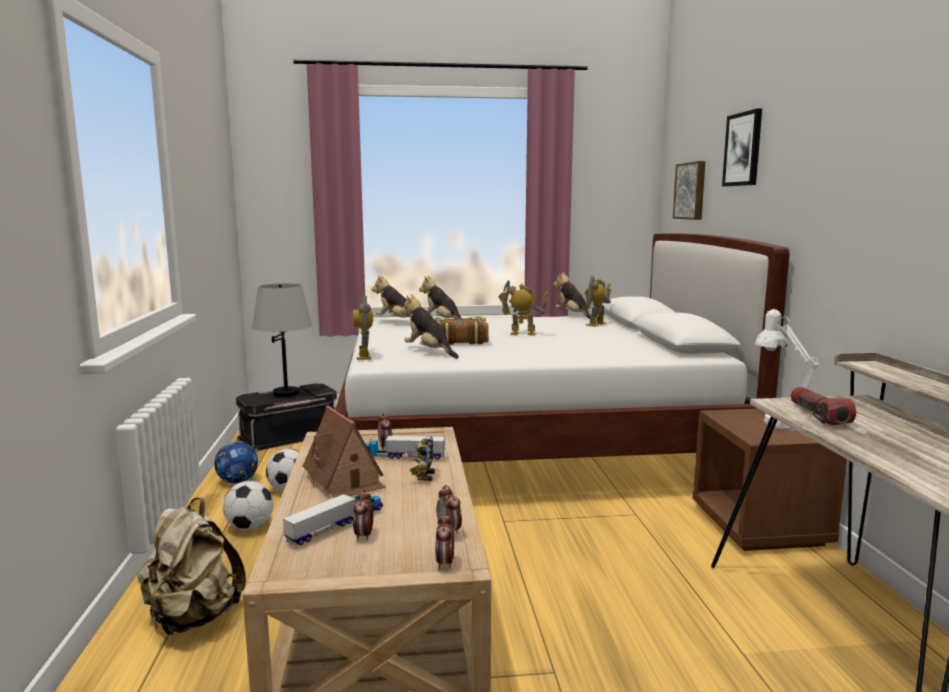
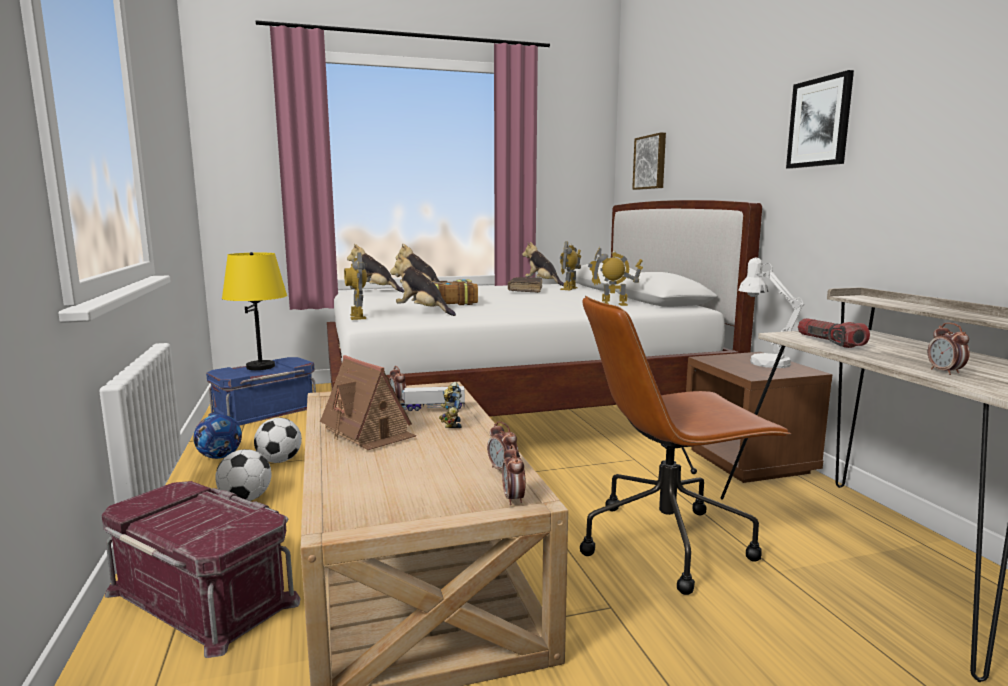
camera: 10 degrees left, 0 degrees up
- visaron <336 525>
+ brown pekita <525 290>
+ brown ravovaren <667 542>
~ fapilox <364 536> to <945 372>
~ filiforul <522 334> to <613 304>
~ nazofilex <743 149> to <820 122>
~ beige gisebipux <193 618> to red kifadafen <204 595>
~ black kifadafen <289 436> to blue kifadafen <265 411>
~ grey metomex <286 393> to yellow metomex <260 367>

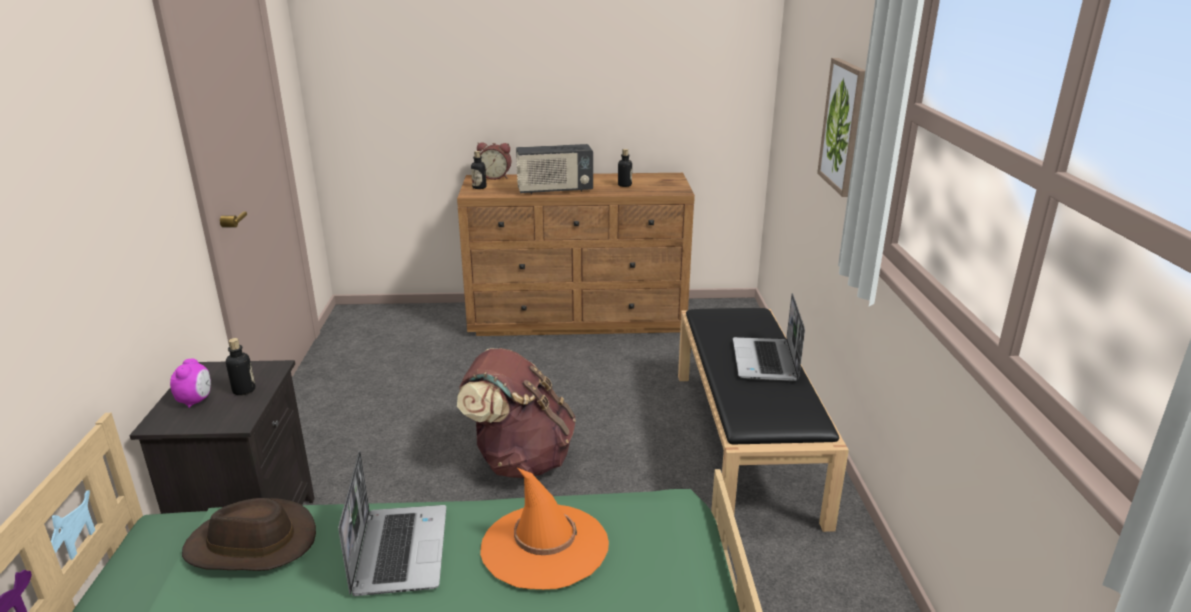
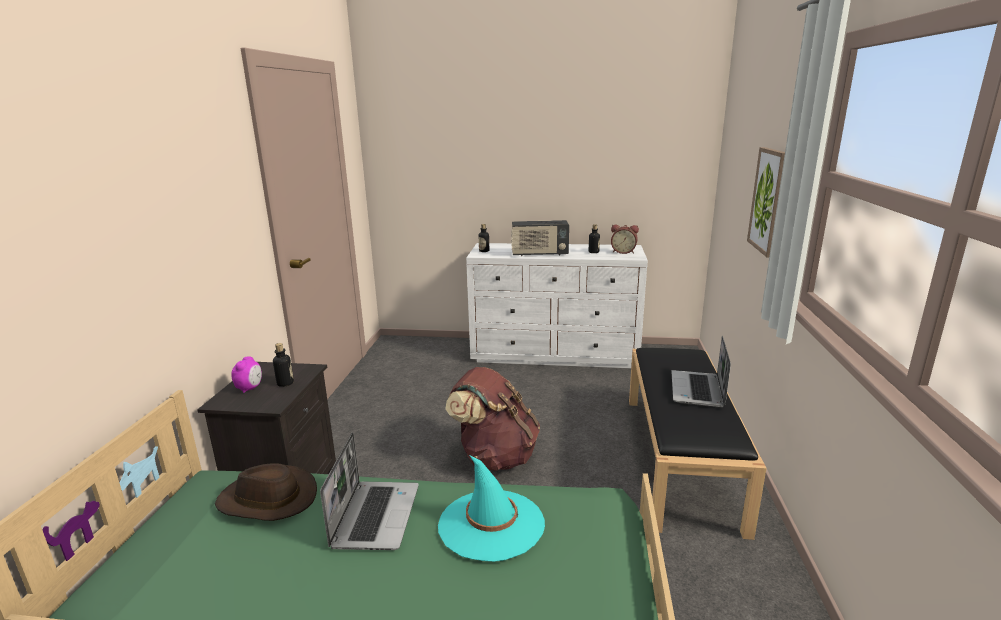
camera: 10 degrees right, 5 degrees down
~ fapilox <495 177> to <623 252>
~ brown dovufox <579 318> to white dovufox <556 353>
~ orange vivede <544 546> to turquoise vivede <491 524>

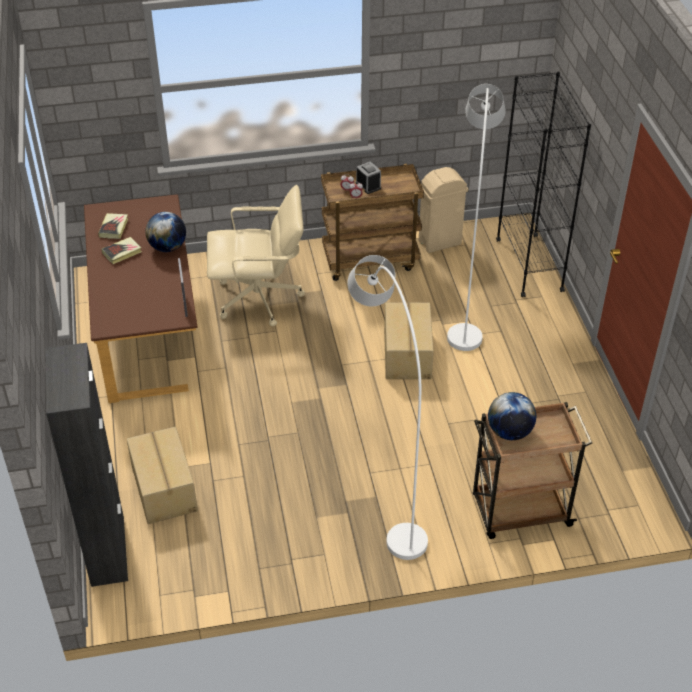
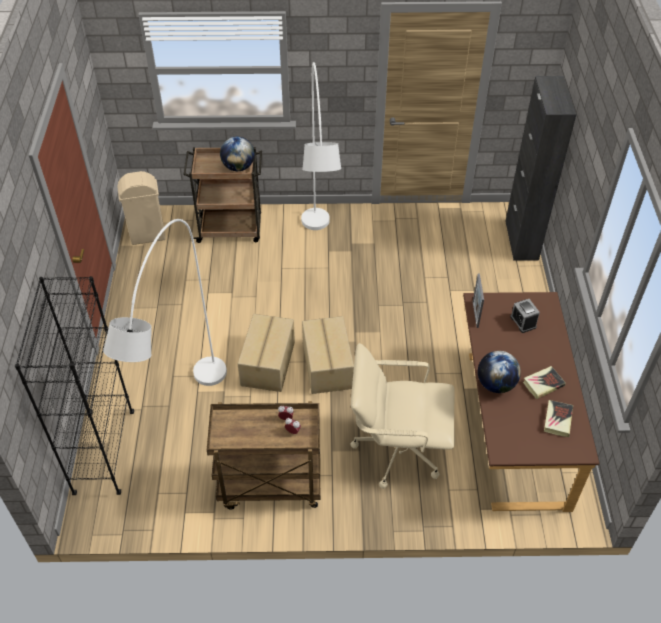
camera: 170 degrees left, 5 degrees up
~ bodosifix <165 488> to <326 366>
~ fapilox <368 185> to <523 322>
~ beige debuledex <440 242> to <147 235>

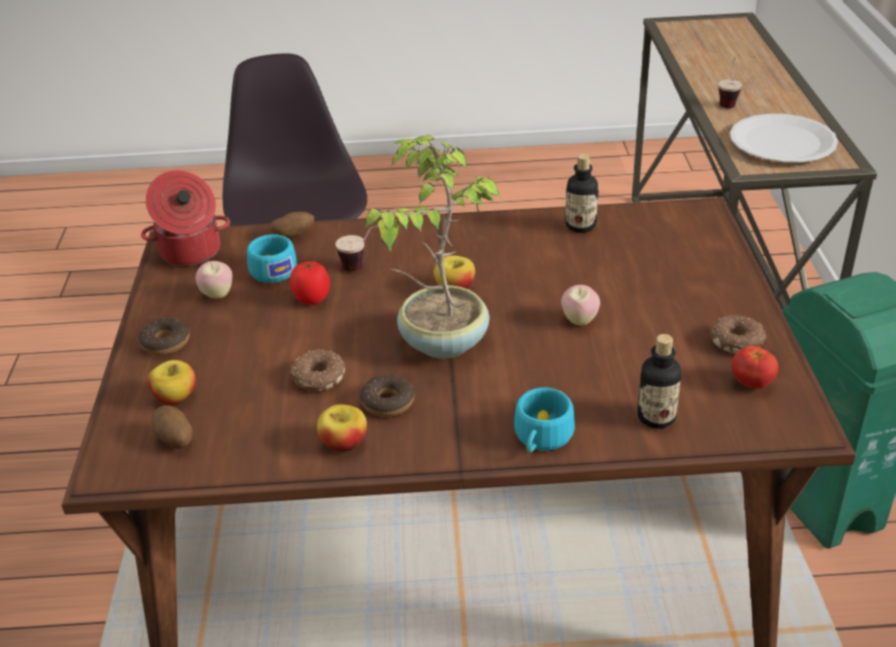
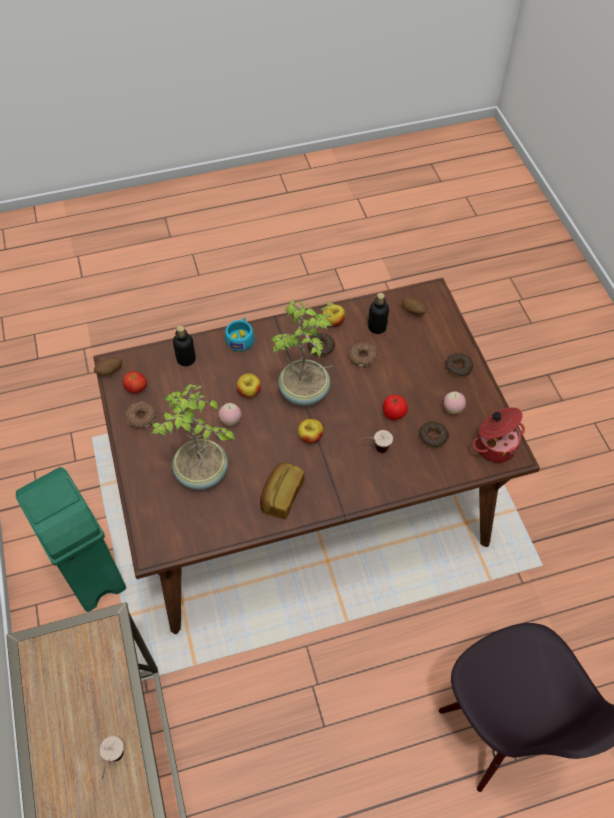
camera: 165 degrees right, 20 degrees up
- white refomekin <782 141>
+ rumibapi <201 474>
+ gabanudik <281 496>
~ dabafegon <175 397> to <249 392>
~ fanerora <294 236> to <109 372>
~ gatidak <580 226> to <377 327>
~ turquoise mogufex <271 269> to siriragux <432 437>

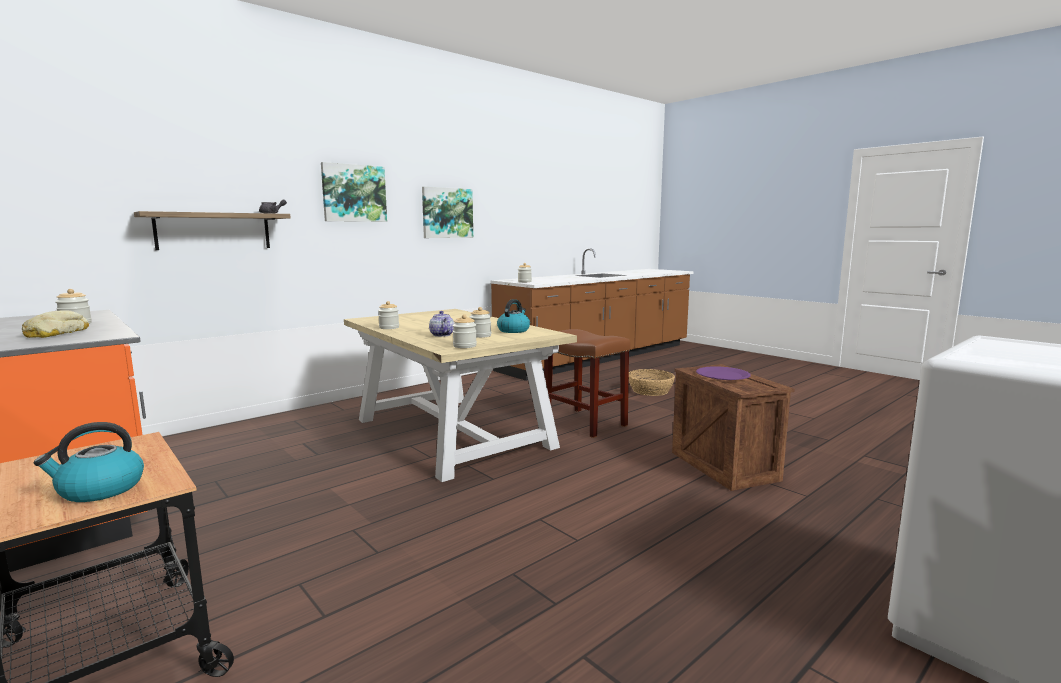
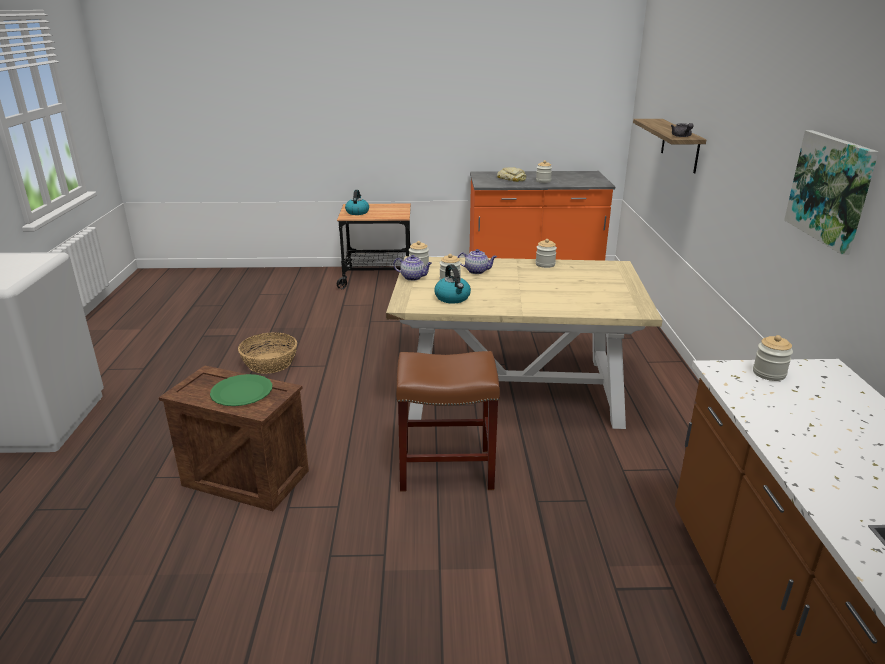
camera: 130 degrees right, 15 degrees up
- nazofilex <354 193>
+ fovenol <413 277>
~ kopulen <650 391> to <270 363>
~ purple refomekin <722 375> to green refomekin <242 392>

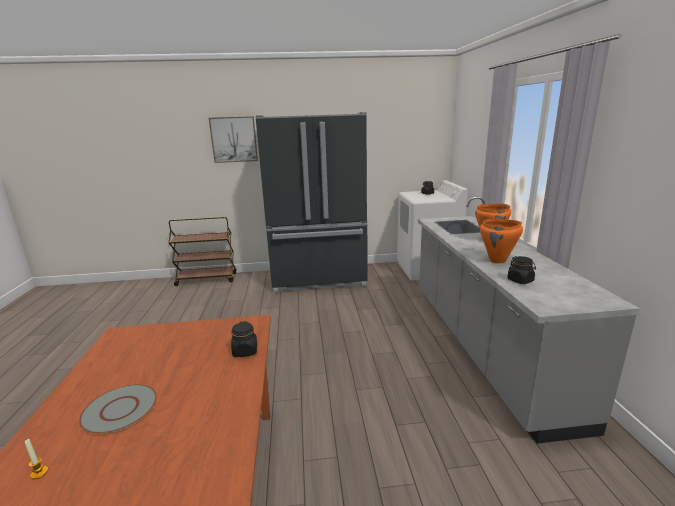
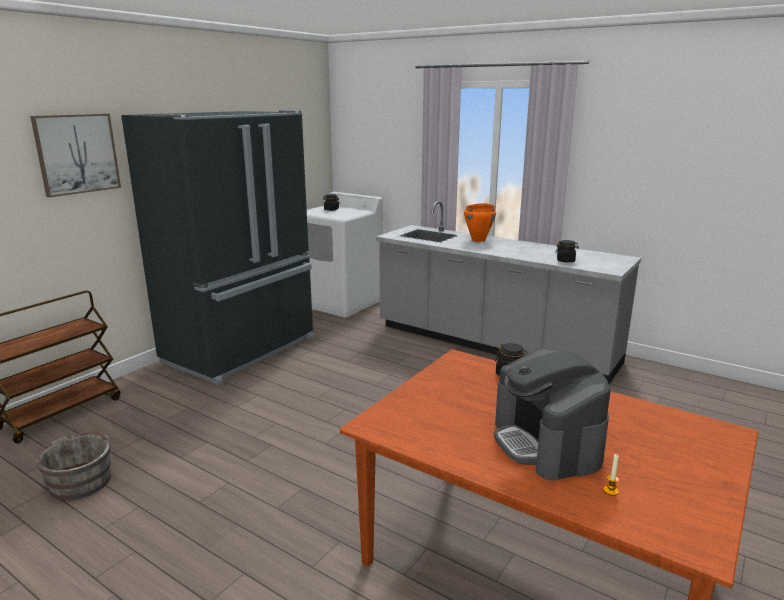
camera: 50 degrees left, 0 degrees up
- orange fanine <497 261>
+ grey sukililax <79 481>
~ grey refomekin <120 410> to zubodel <546 443>

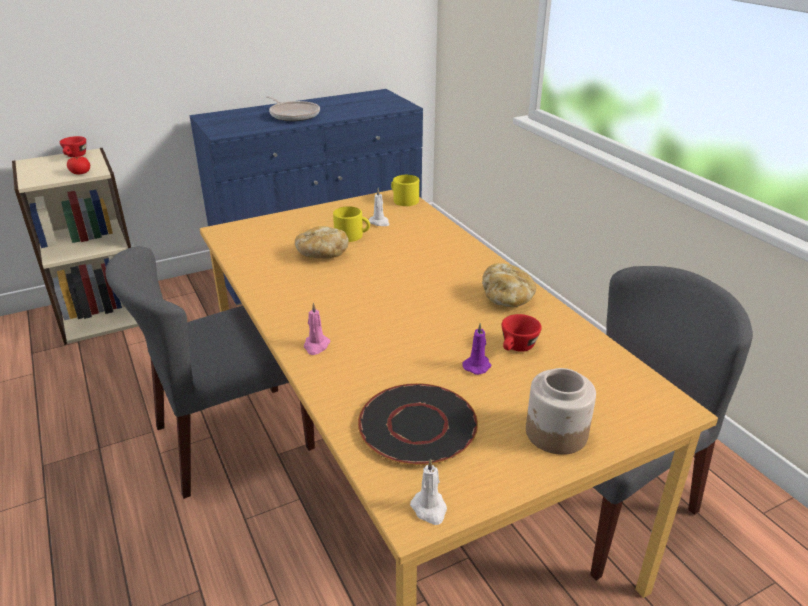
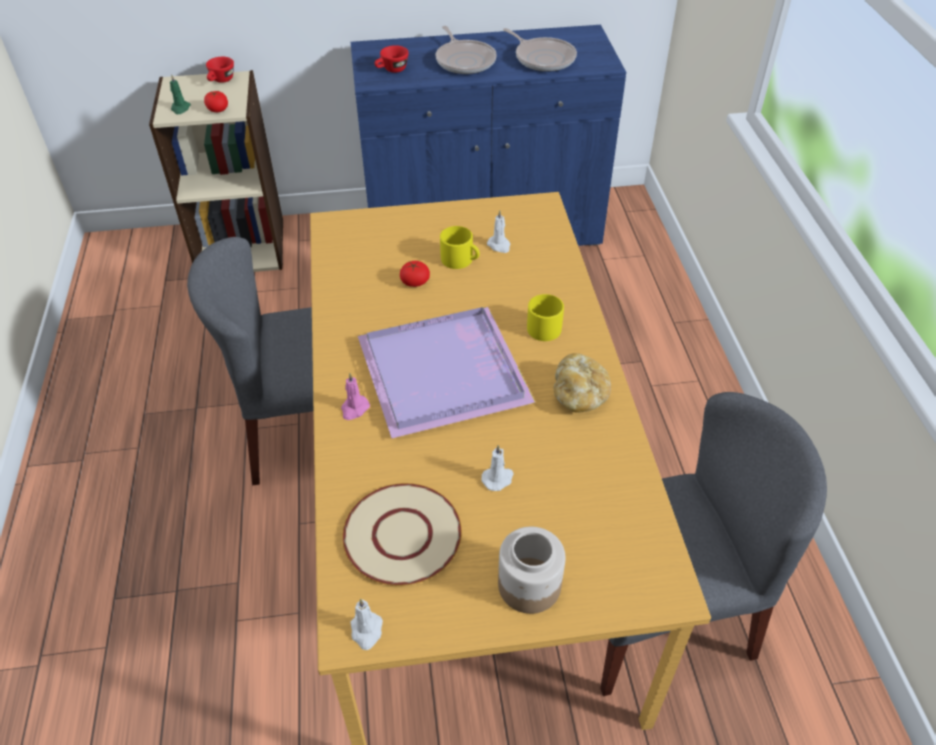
camera: 20 degrees right, 15 degrees up
+ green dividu <180 108>
+ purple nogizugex <446 374>
+ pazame <543 58>
~ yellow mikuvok <403 200> to <541 326>
~ red mogufex <517 348> to <392 70>
~ gabanudik <321 255> to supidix <415 282>
~ black refomekin <418 425> to beige refomekin <403 535>
~ purple dividu <477 366> to white dividu <498 478>

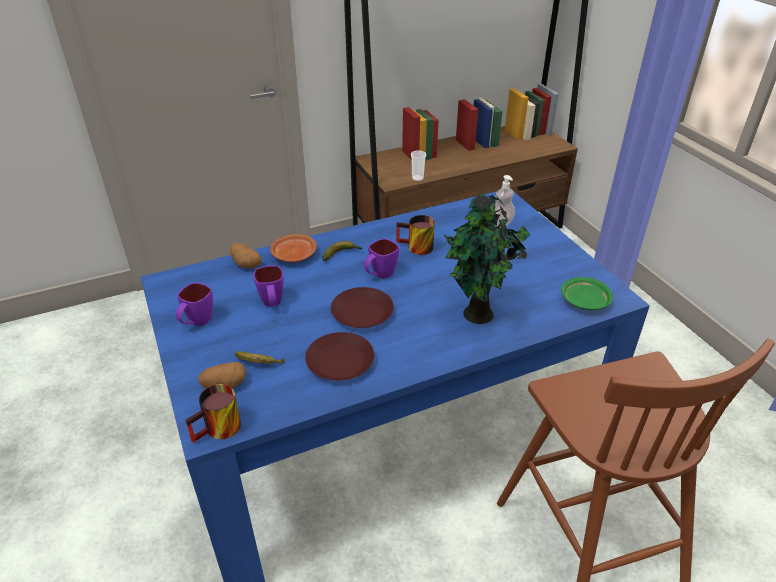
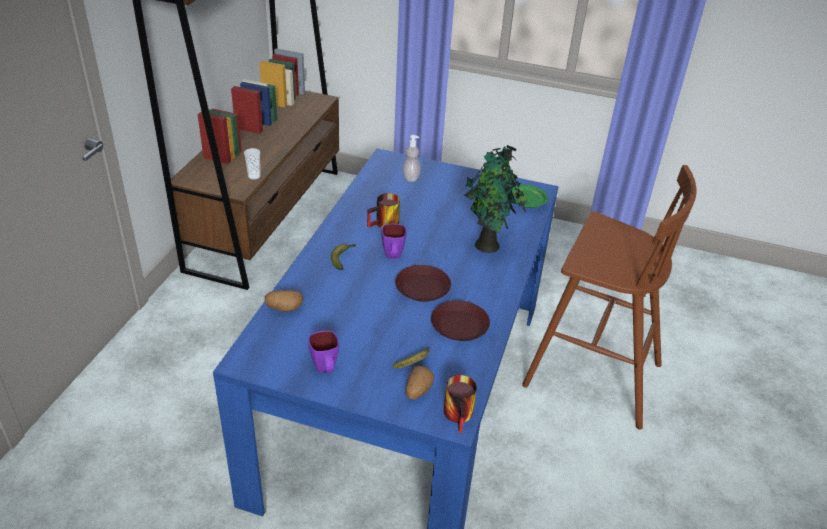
camera: 50 degrees left, 0 degrees up
- purple mikuvok <272 304>
- brown refomekin <294 255>

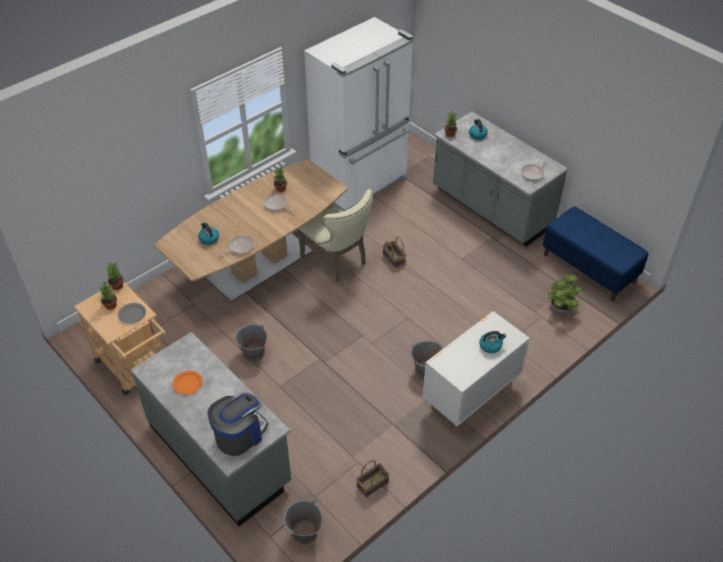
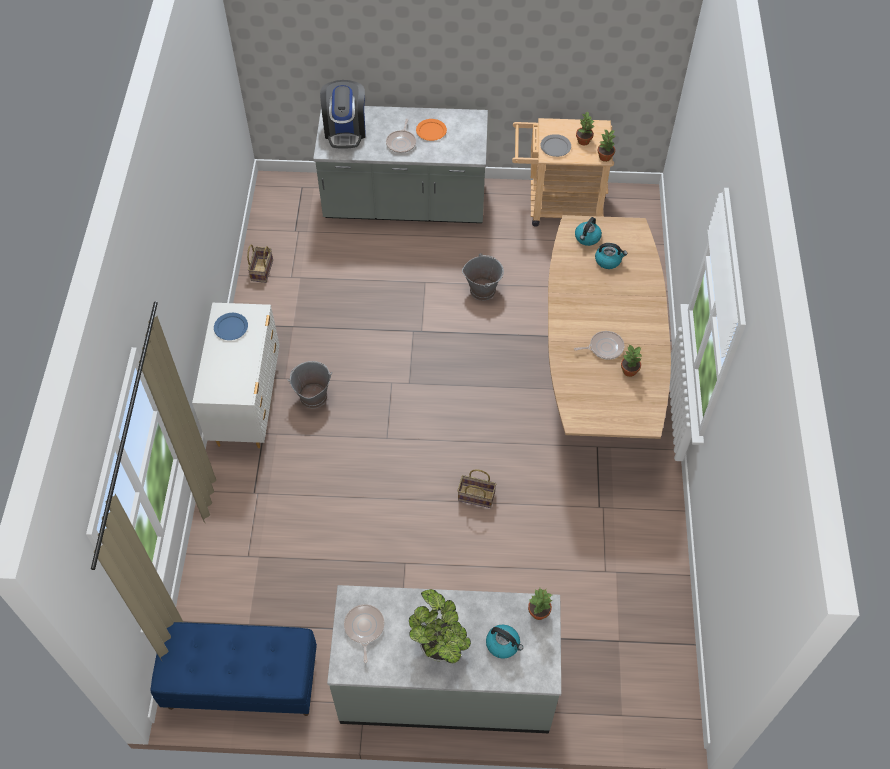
camera: 135 degrees right, 10 degrees up
- grey sukililax <304 533>
- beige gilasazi <337 261>
- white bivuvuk <361 184>
+ blue refomekin <231 327>
~ pazame <240 247> to <401 142>
~ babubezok <490 346> to <587 238>
~ rumibapi <560 309> to <439 643>

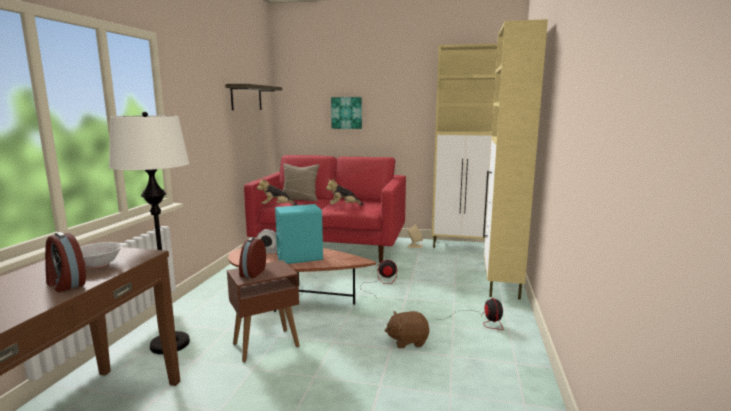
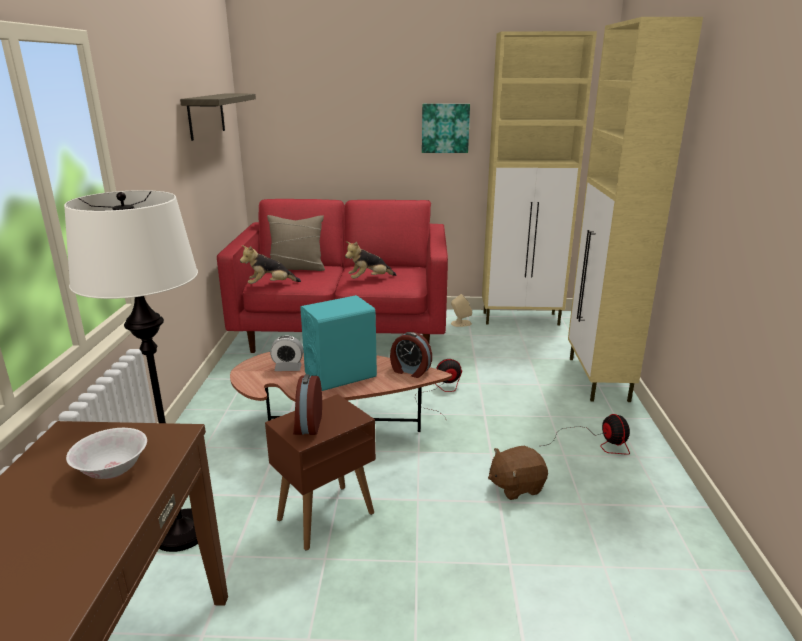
camera: 10 degrees left, 10 degrees up
~ fapilox <65 284> to <410 371>
~ nazofilex <346 113> to <445 128>

